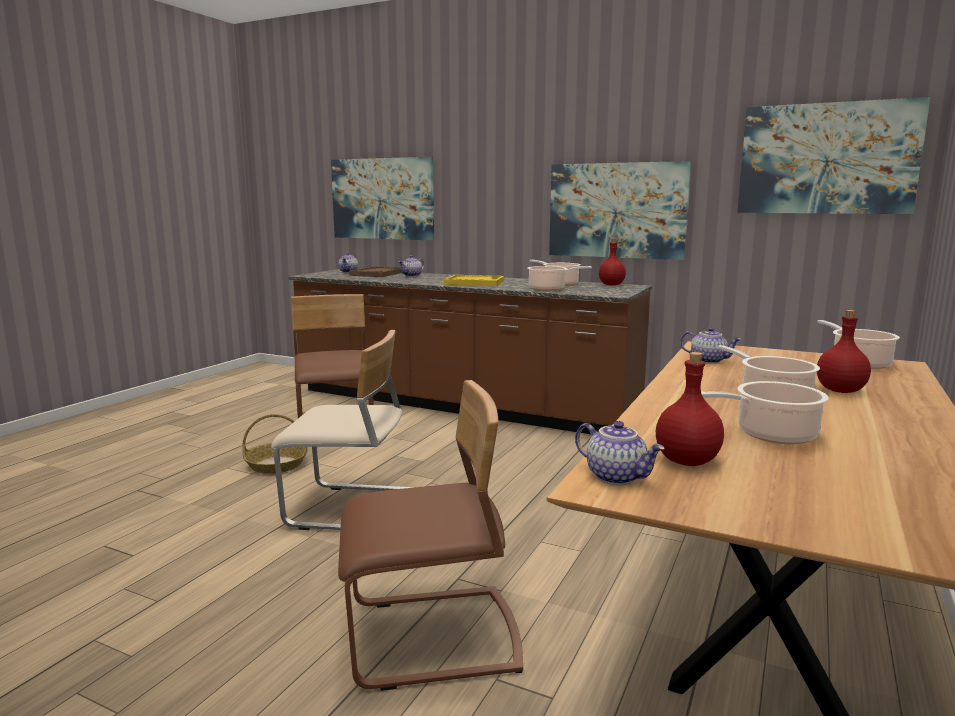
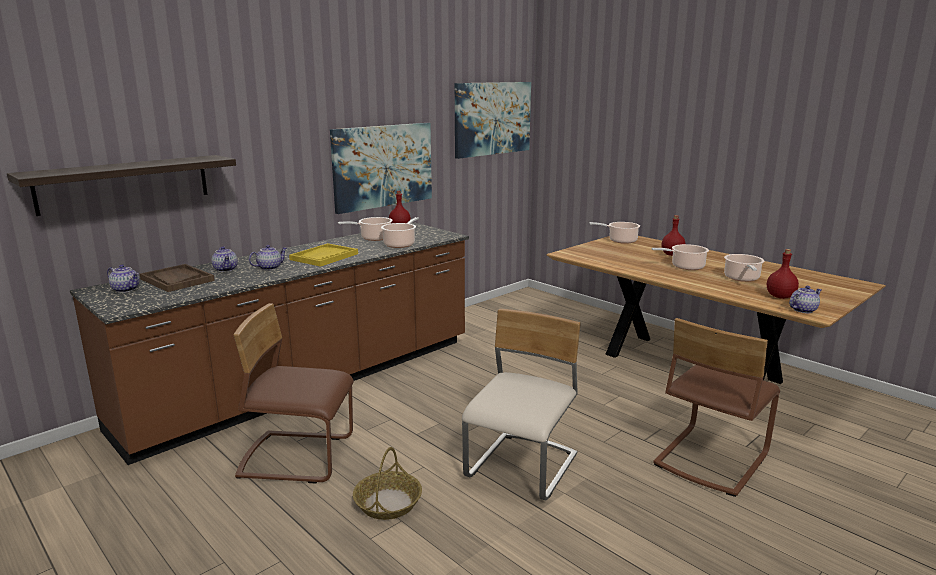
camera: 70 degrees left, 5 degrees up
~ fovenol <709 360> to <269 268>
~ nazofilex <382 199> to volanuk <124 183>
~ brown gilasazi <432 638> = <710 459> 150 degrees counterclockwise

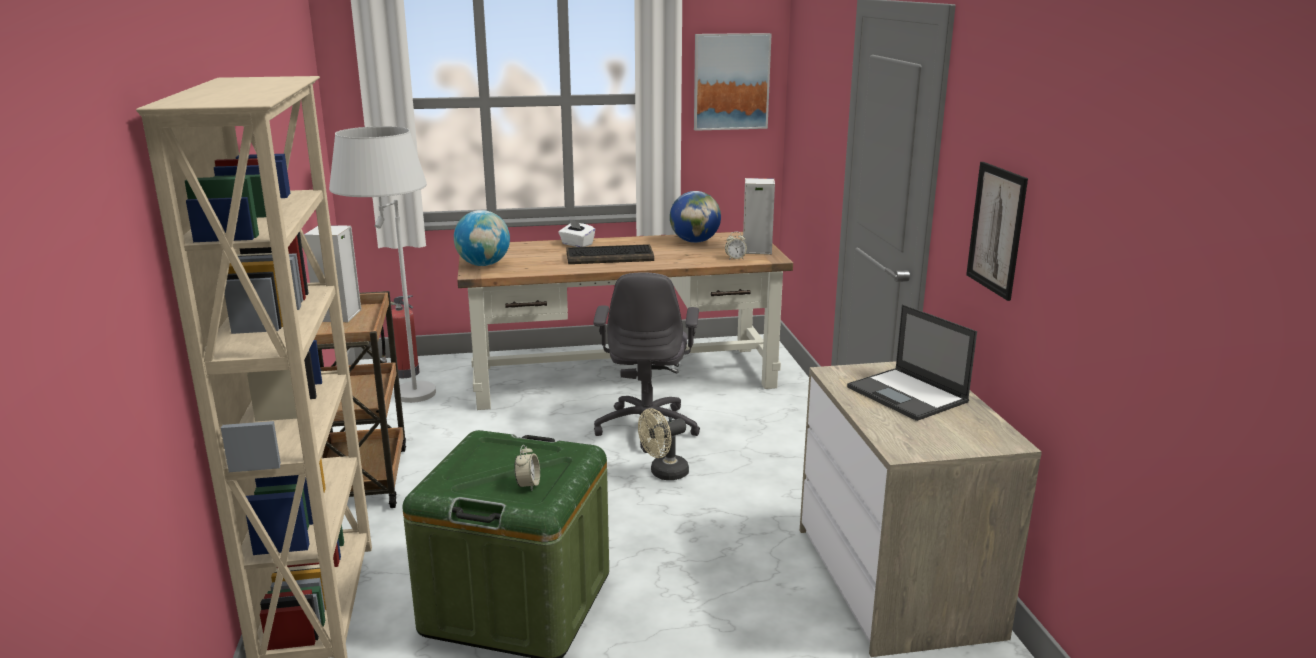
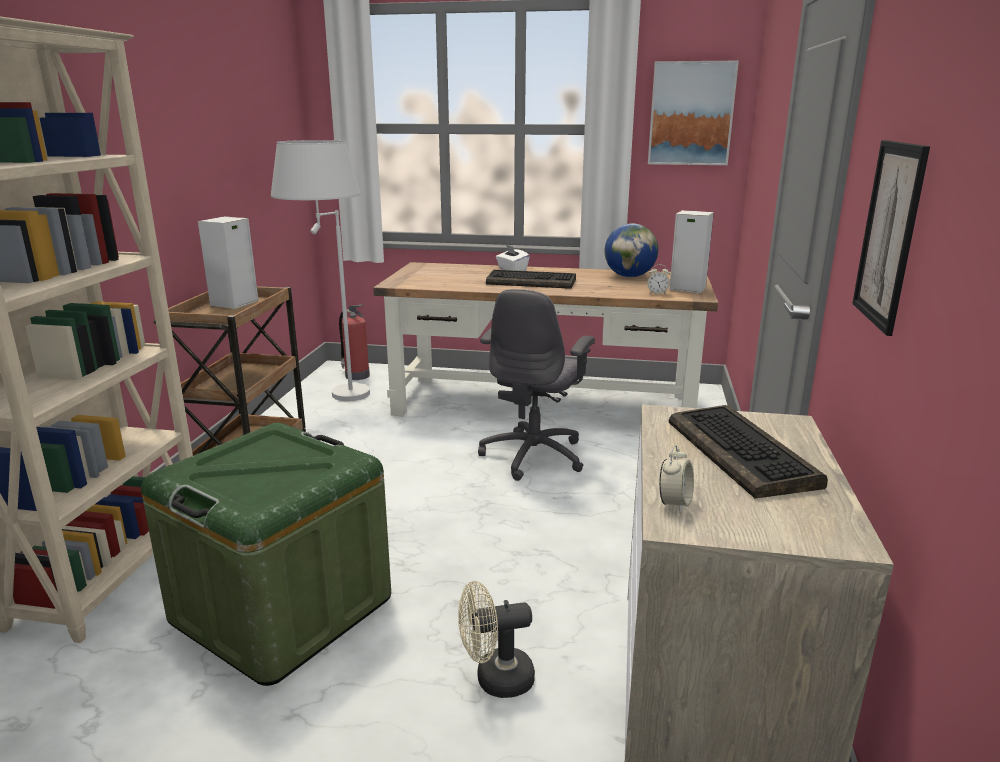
camera: 20 degrees right, 0 degrees up
- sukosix <483 265>
~ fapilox <528 485> to <674 503>
~ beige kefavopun <664 473> to <495 679>
~ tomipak <908 395> to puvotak <742 453>

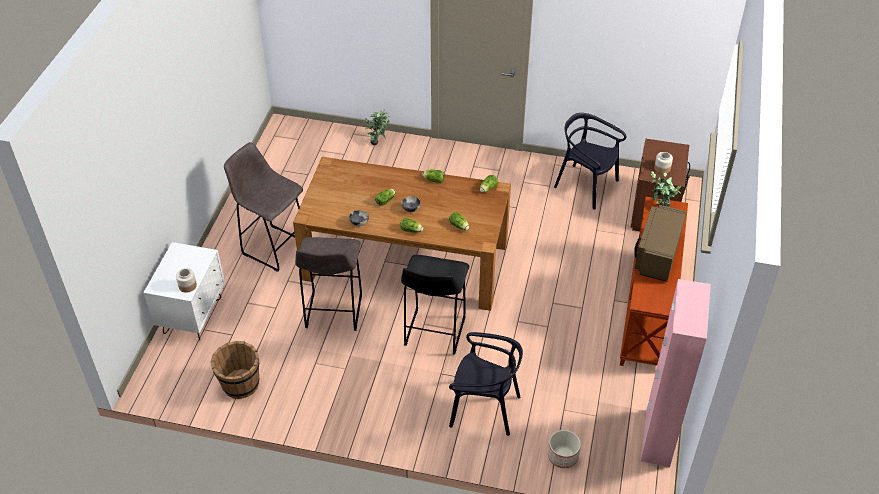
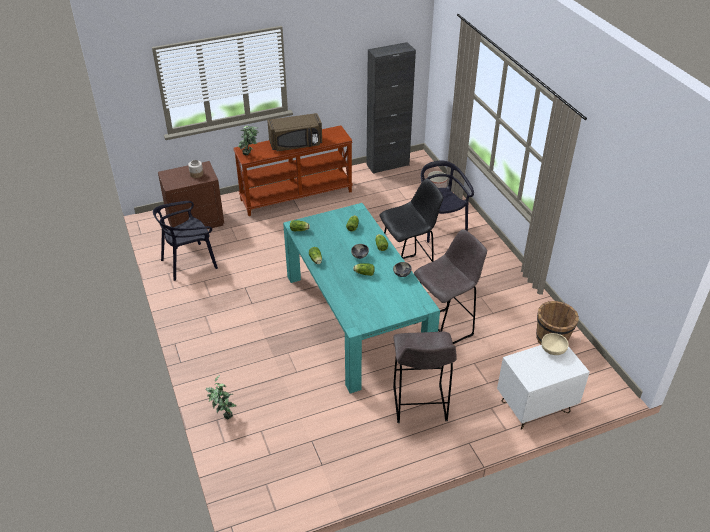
camera: 125 degrees left, 5 degrees down
~ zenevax <187 286> to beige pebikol <553 349>
~ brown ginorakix <405 260> to turquoise ginorakix <356 318>
~ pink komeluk <657 437> to black komeluk <387 165>
~ black gilasazi <586 186> = <189 262> 60 degrees clockwise

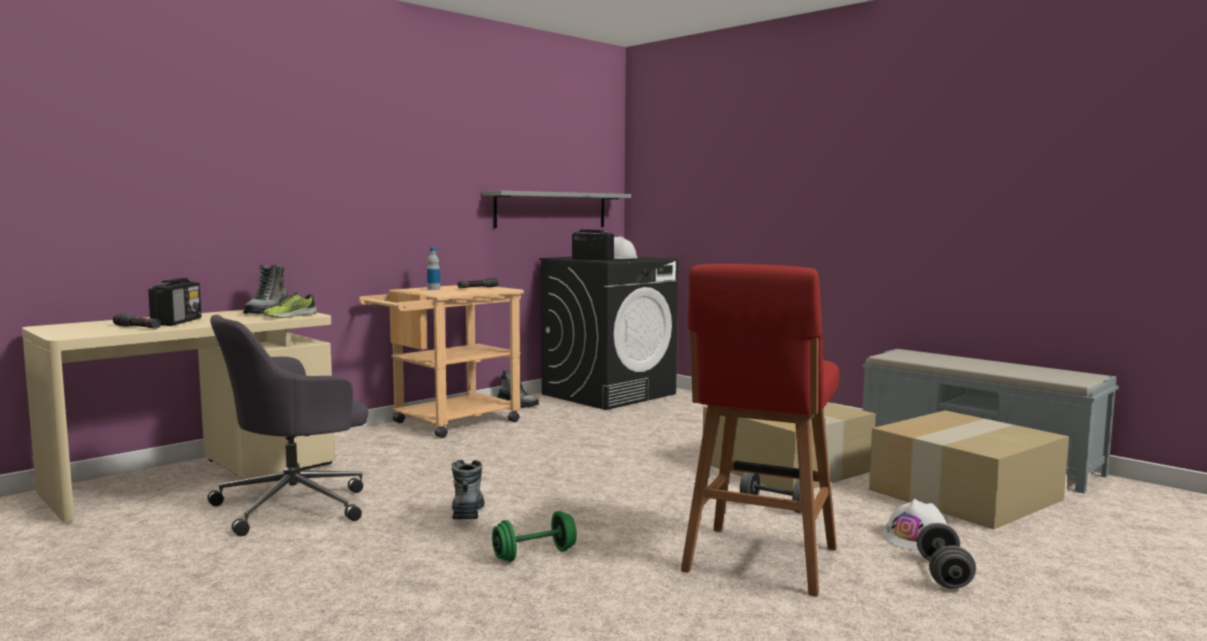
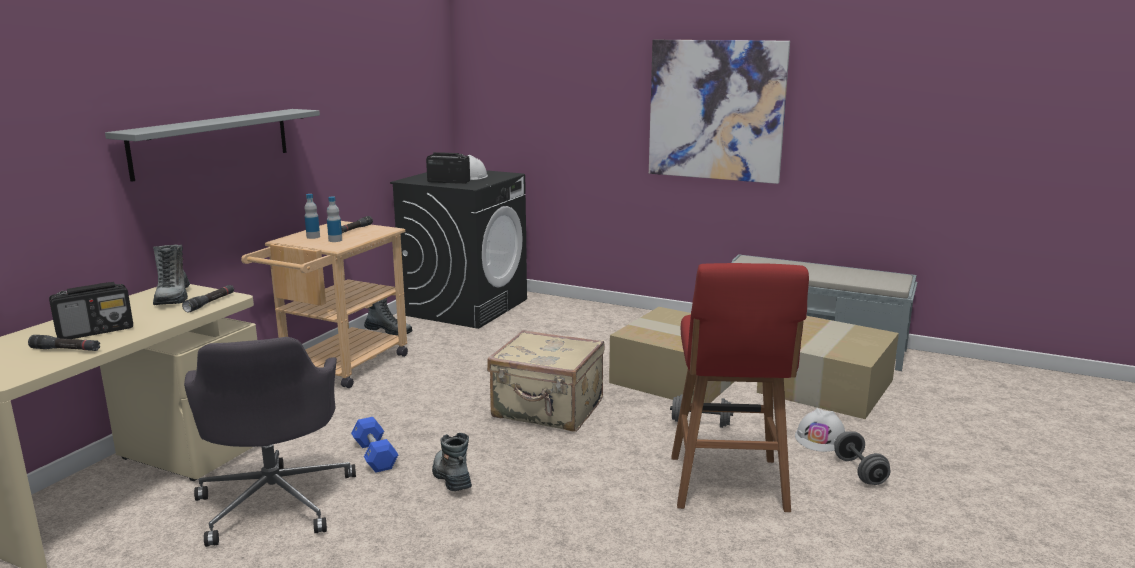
camera: 20 degrees left, 10 degrees up
- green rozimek <534 555>
+ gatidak <335 240>
+ blue rozimek <375 455>
+ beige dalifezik <548 410>
+ nazofilex <716 110>
~ grey volanuk <551 210> to <212 142>
~ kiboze <290 316> to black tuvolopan <210 303>
~ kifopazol <177 322> = <96 331> 75 degrees clockwise
~ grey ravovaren <296 505> = <276 501> 45 degrees counterclockwise

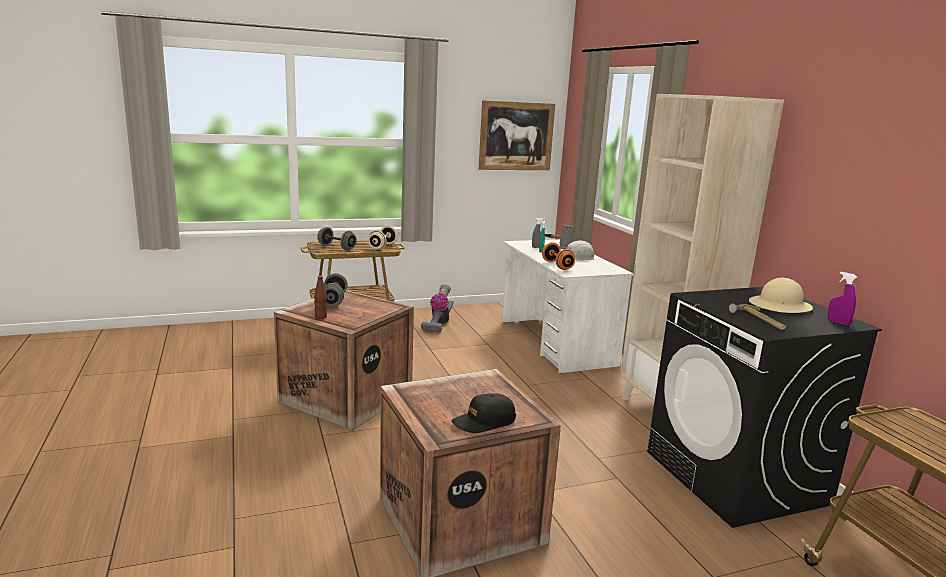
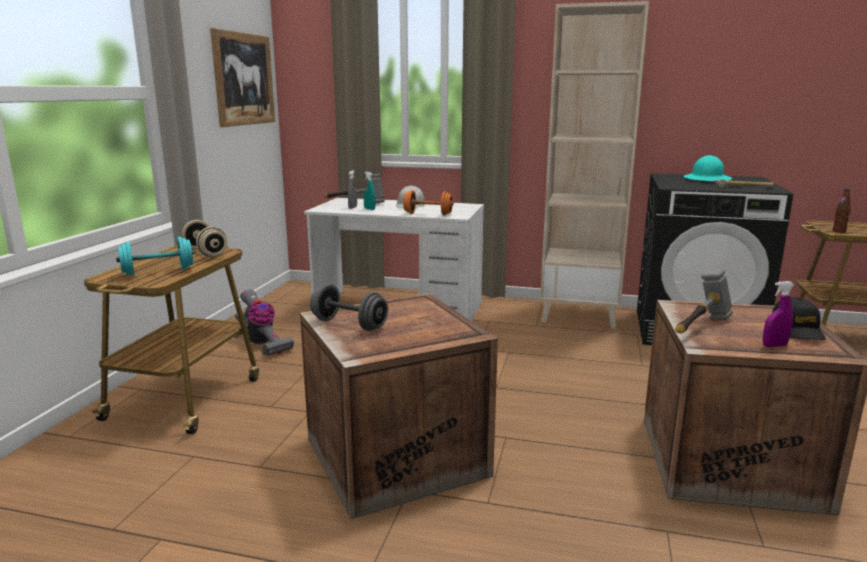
camera: 55 degrees left, 0 degrees up
+ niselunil <700 328>
~ brown gatidak <320 317> to <839 231>
~ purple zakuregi <838 322> to <774 345>
~ grey rozimek <337 248> to turquoise rozimek <158 271>
~ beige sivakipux <780 306> to turquoise sivakipux <707 179>

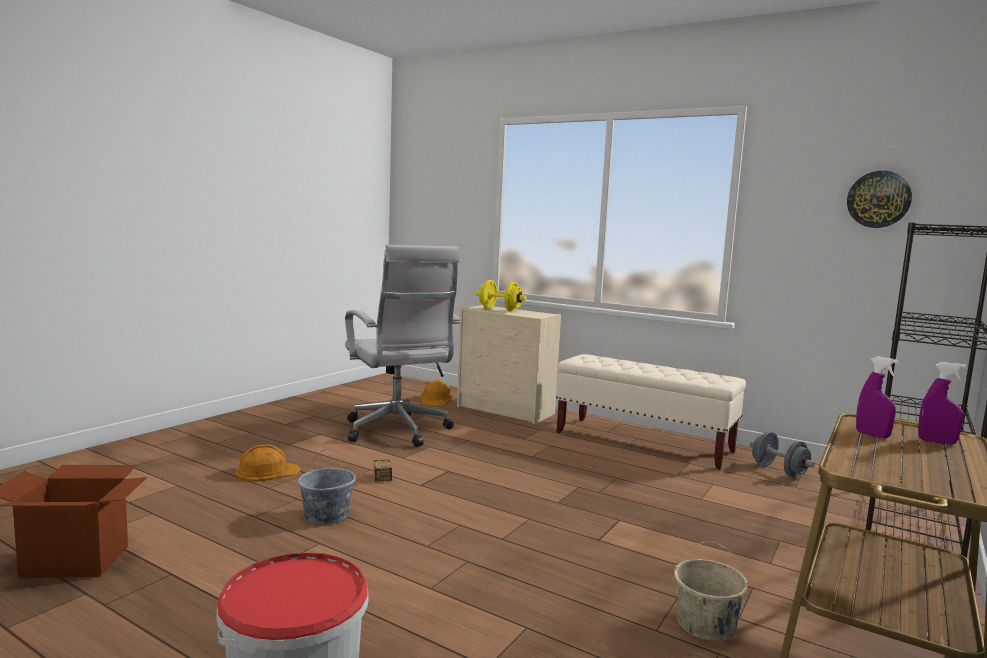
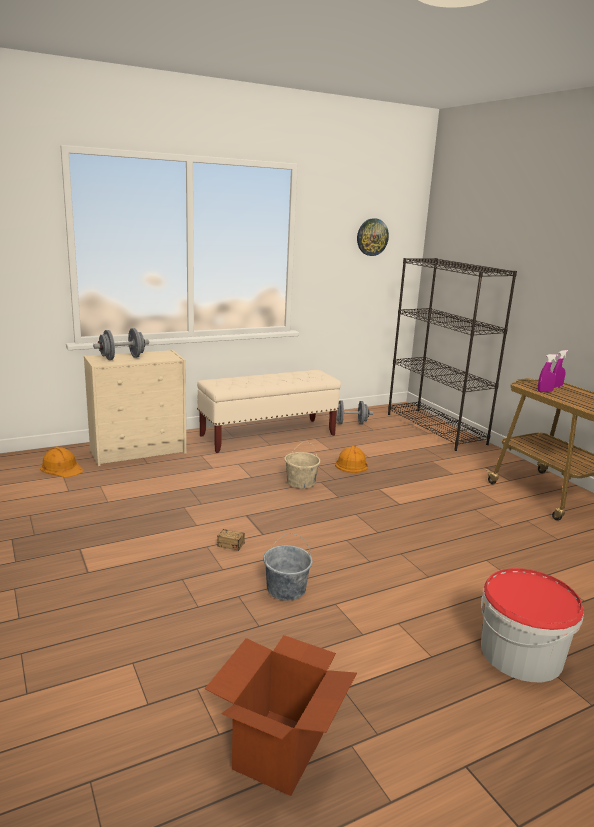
camera: 60 degrees left, 10 degrees up
- white ravovaren <398 432>
~ orange sivakipux <267 471> to <351 464>
~ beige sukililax <706 624> to <301 482>
~ yellow rozimek <500 310> to grey rozimek <122 358>

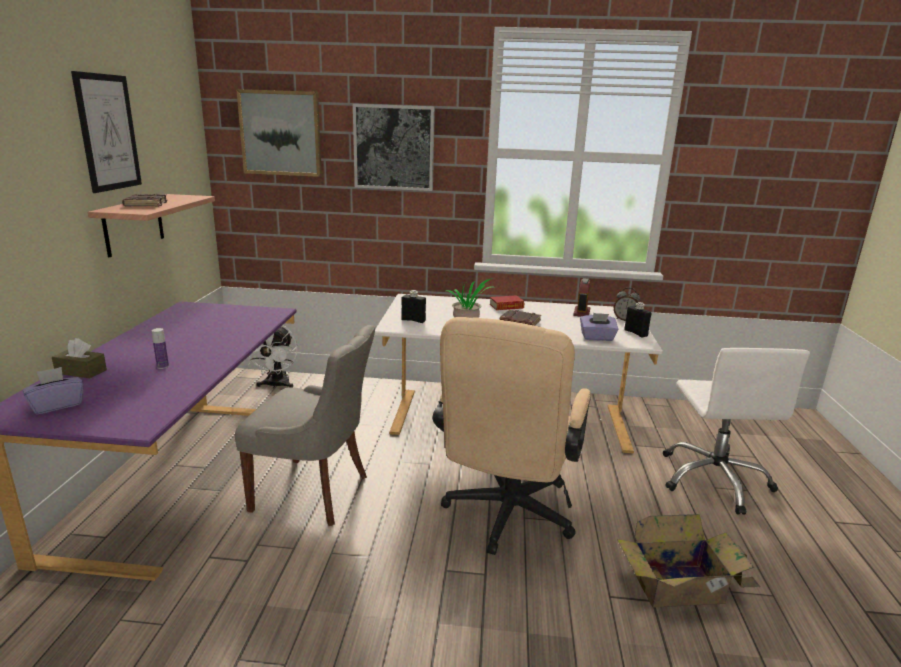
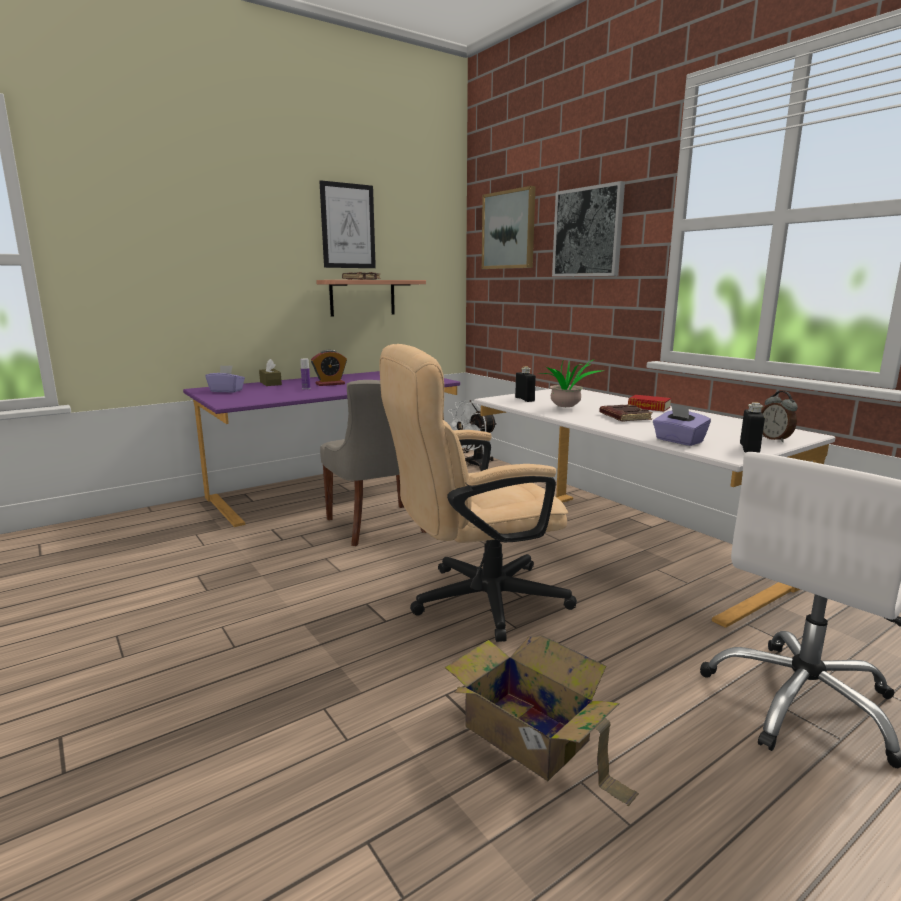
camera: 50 degrees right, 5 degrees down
~ fapilox <581 312> to <330 384>

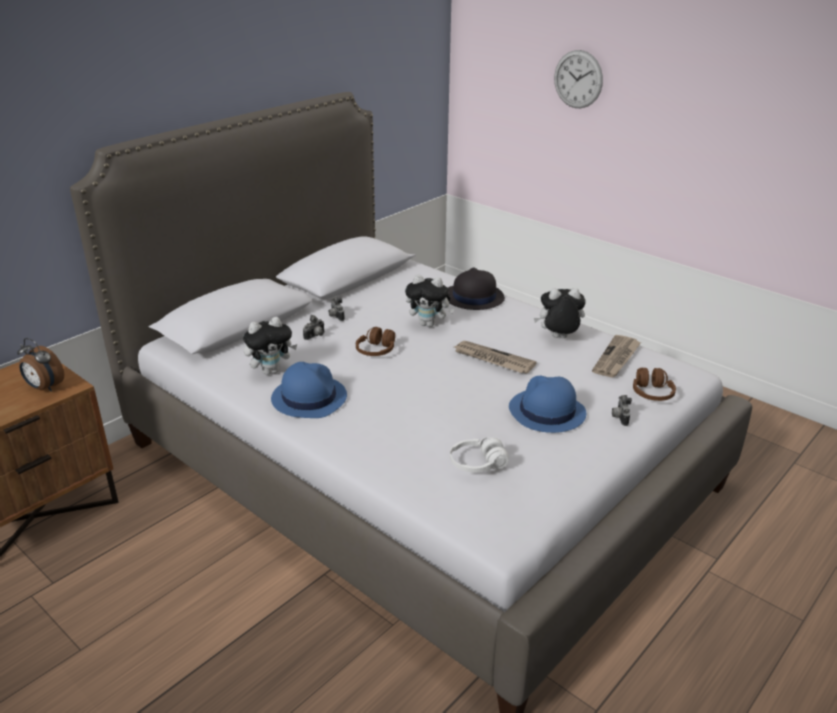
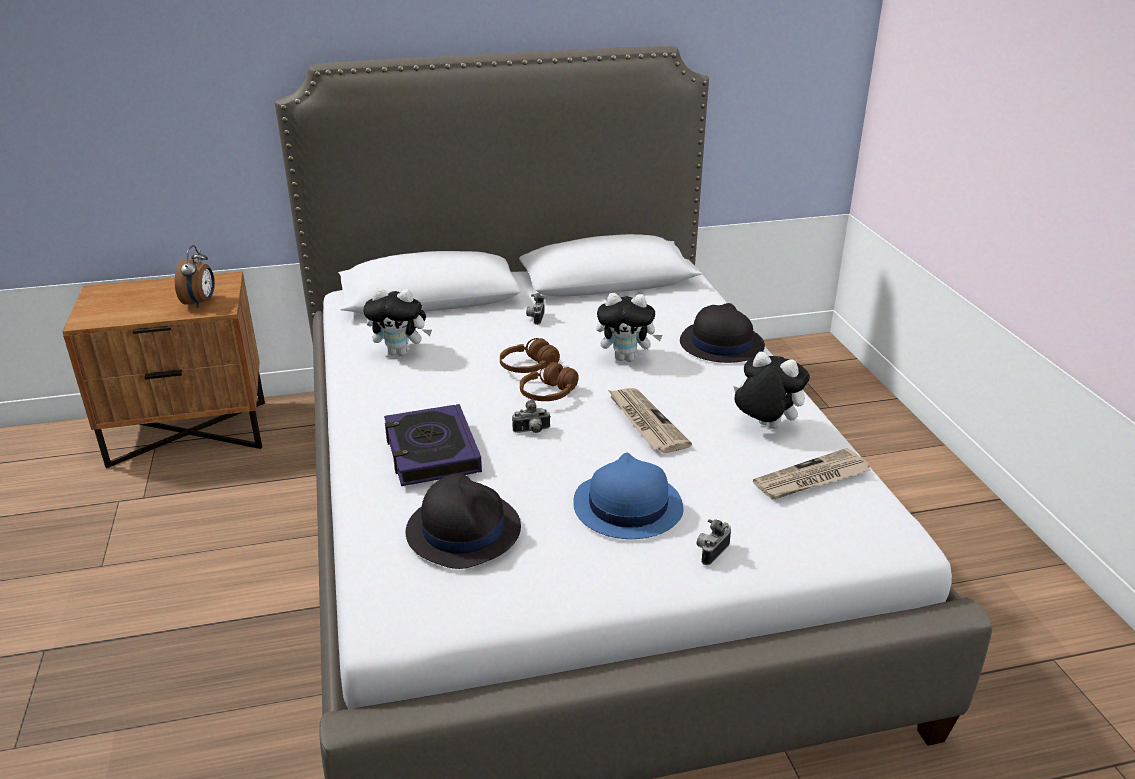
camera: 35 degrees right, 0 degrees up
- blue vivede <308 397>
- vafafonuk <578 79>
+ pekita <431 452>
~ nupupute <315 336> to <532 431>
~ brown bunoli <651 393> to <548 394>
~ white bunoli <477 464> to black vivede <463 529>
~ fapilox <44 387> = <200 302> 150 degrees counterclockwise
~ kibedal <429 324> = <626 358> 45 degrees counterclockwise

